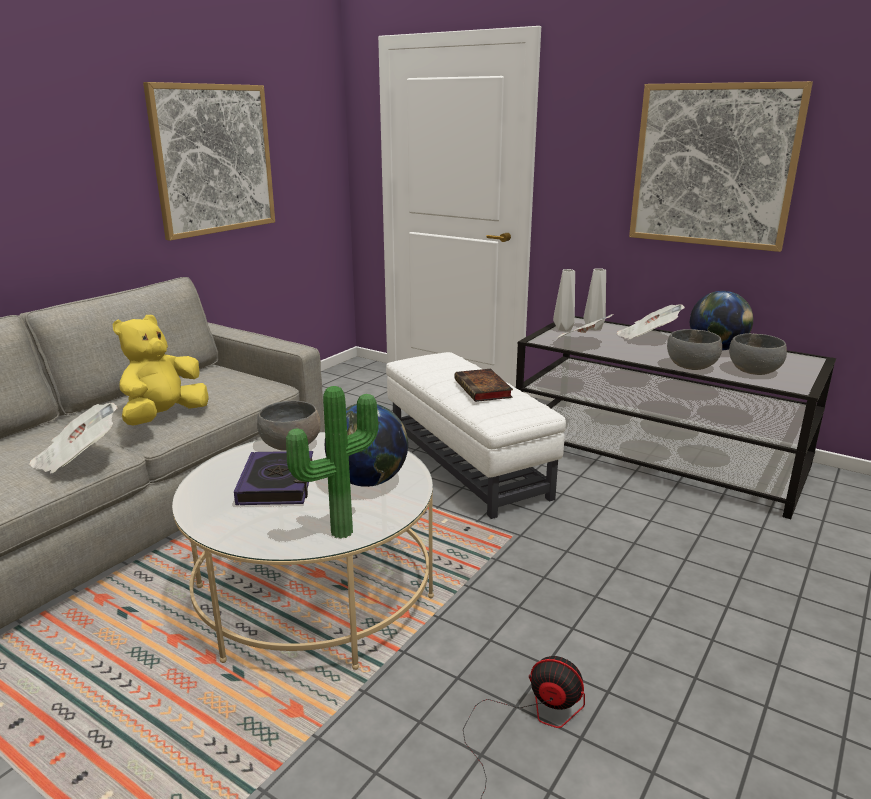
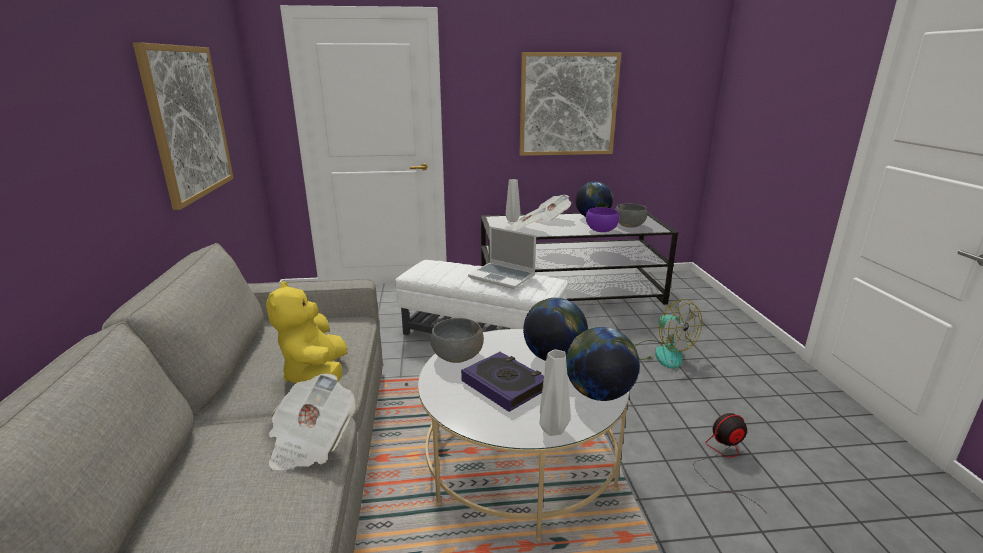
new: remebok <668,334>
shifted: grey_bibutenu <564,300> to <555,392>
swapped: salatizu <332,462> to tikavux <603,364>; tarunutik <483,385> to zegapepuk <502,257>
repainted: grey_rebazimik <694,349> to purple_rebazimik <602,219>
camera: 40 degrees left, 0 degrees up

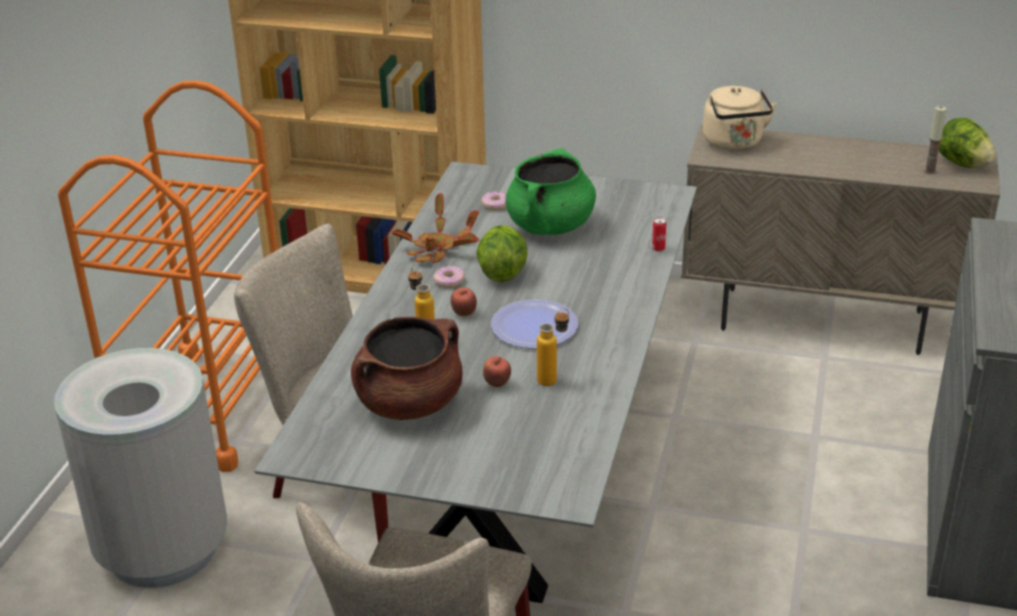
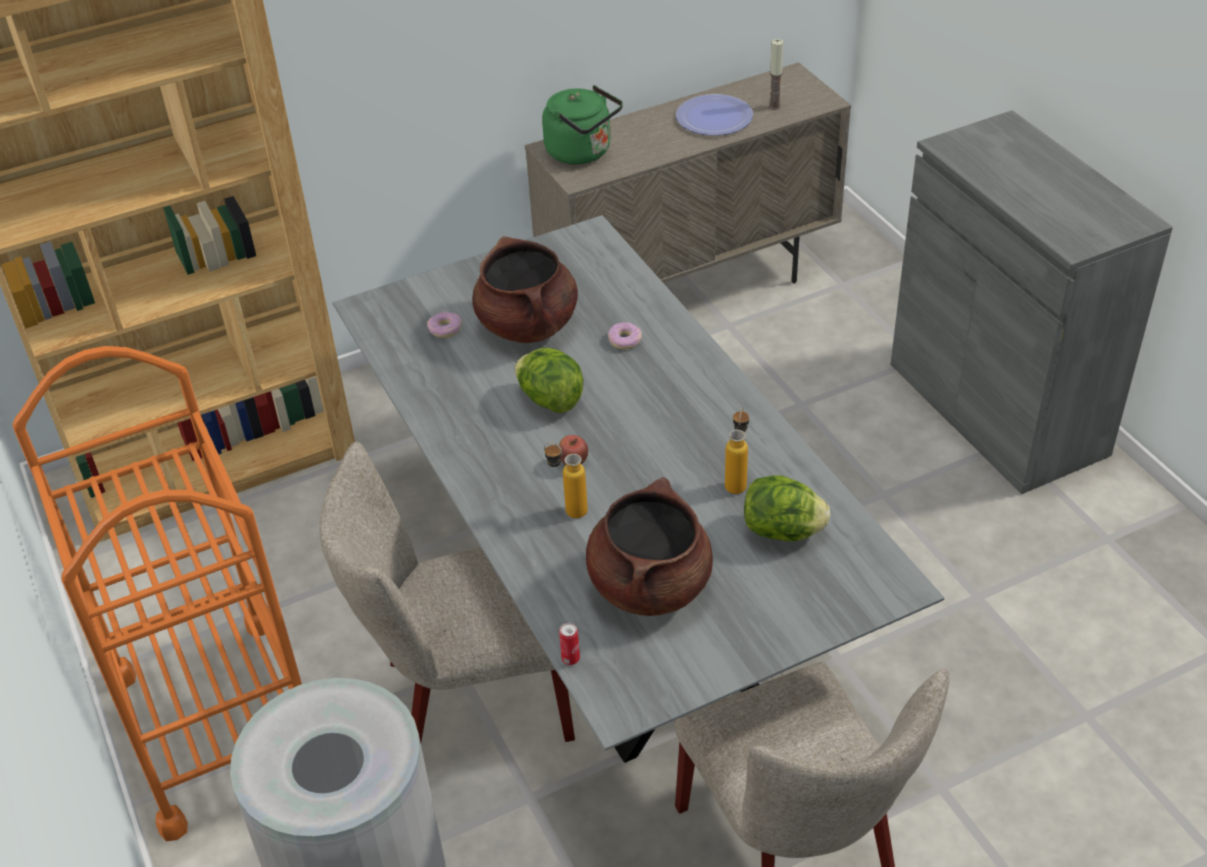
gone: salatizu <435,228>; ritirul <497,372>
shifted: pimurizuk <449,277> to <625,335>; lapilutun <534,323> to <714,114>; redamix <659,234> to <569,644>; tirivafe <967,143> to <787,508>
repainted: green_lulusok <550,191> to brown_lulusok <525,289>; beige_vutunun <740,118> to green_vutunun <582,125>
camera: 40 degrees left, 10 degrees up

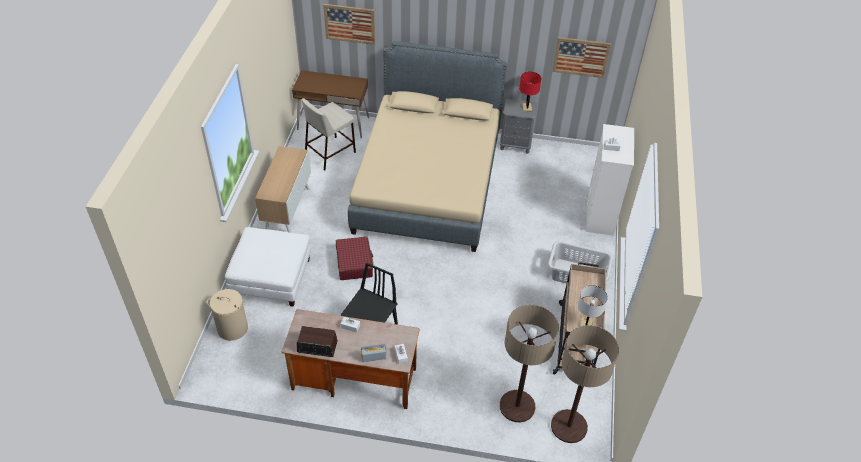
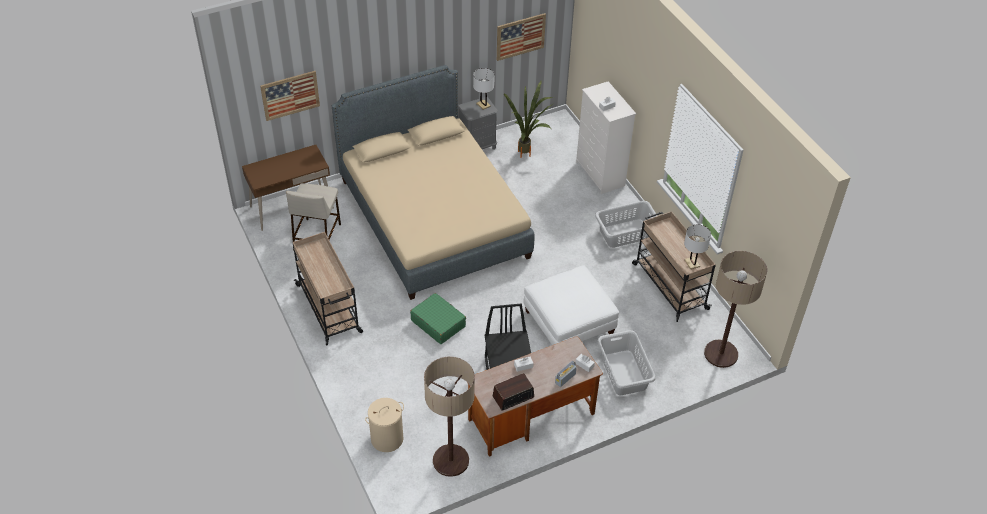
new: salatizu <528,119>; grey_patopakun <627,362>
shifted: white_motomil <268,267> to <571,305>; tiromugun <529,364> to <449,417>
swapped: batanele <283,189> to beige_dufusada <327,288>
repainted: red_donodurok <354,258> to green_donodurok <438,318>; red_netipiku <530,91> to white_netipiku <484,89>
camera: 35 degrees left, 0 degrees up

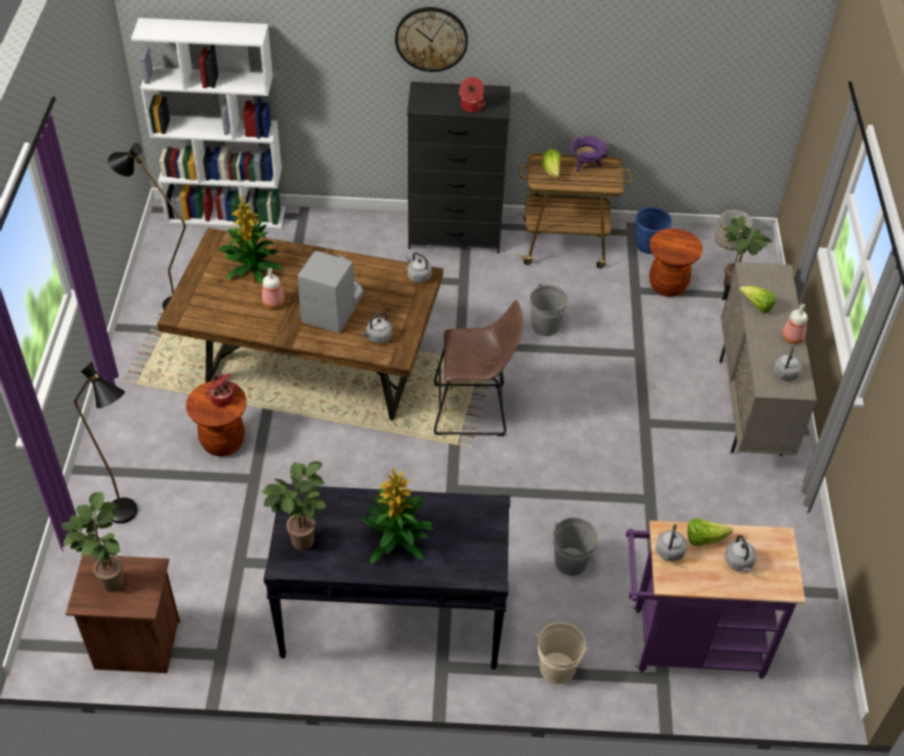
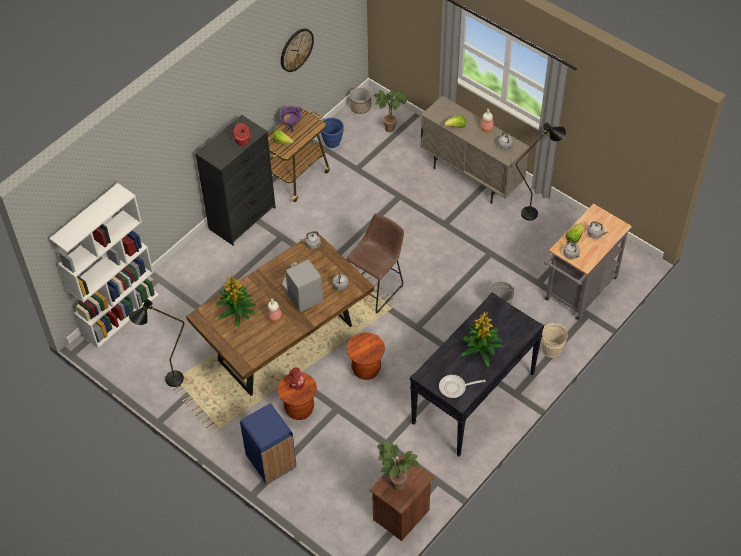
gone: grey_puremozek <549,309>
new: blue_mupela <268,444>
shifted: black_tiromugun <106,442> to <541,172>; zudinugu <431,39> to <297,50>; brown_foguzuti <676,262> to <366,356>
swapped: salatizu <294,505> to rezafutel <462,386>
repainted: purple_dufusada <716,600> to grey_dufusada <588,262>
camera: 50 degrees left, 5 degrees up

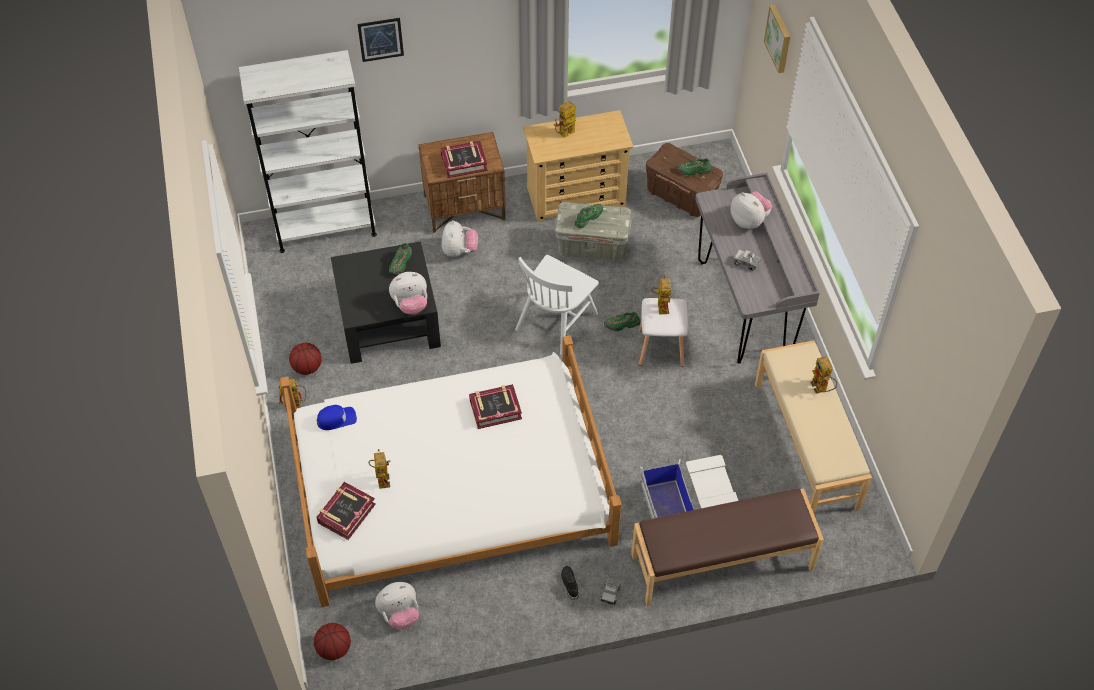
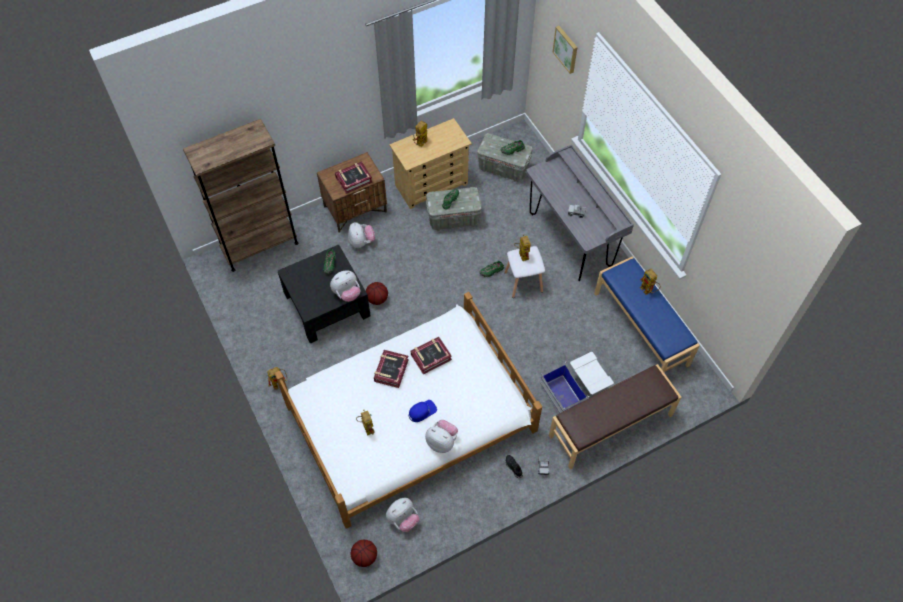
gone: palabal <380,40>; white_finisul <557,305>
shifted: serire <305,359> to <377,293>; tarunutik <346,511> to <391,369>; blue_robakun <337,417> to <423,411>; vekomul <751,210> to <441,436>
repainted: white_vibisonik <307,151> to brown_vibisonik <240,195>; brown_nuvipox <684,180> to grey_nuvipox <505,157>; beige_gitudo <813,427> to blue_gitudo <647,315>
camera: 15 degrees left, 5 degrees up

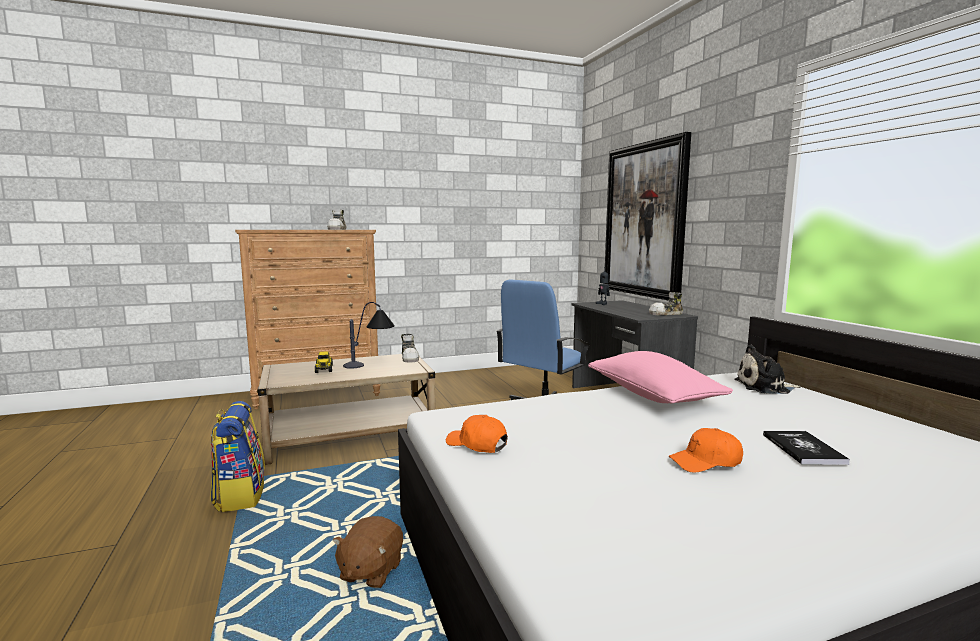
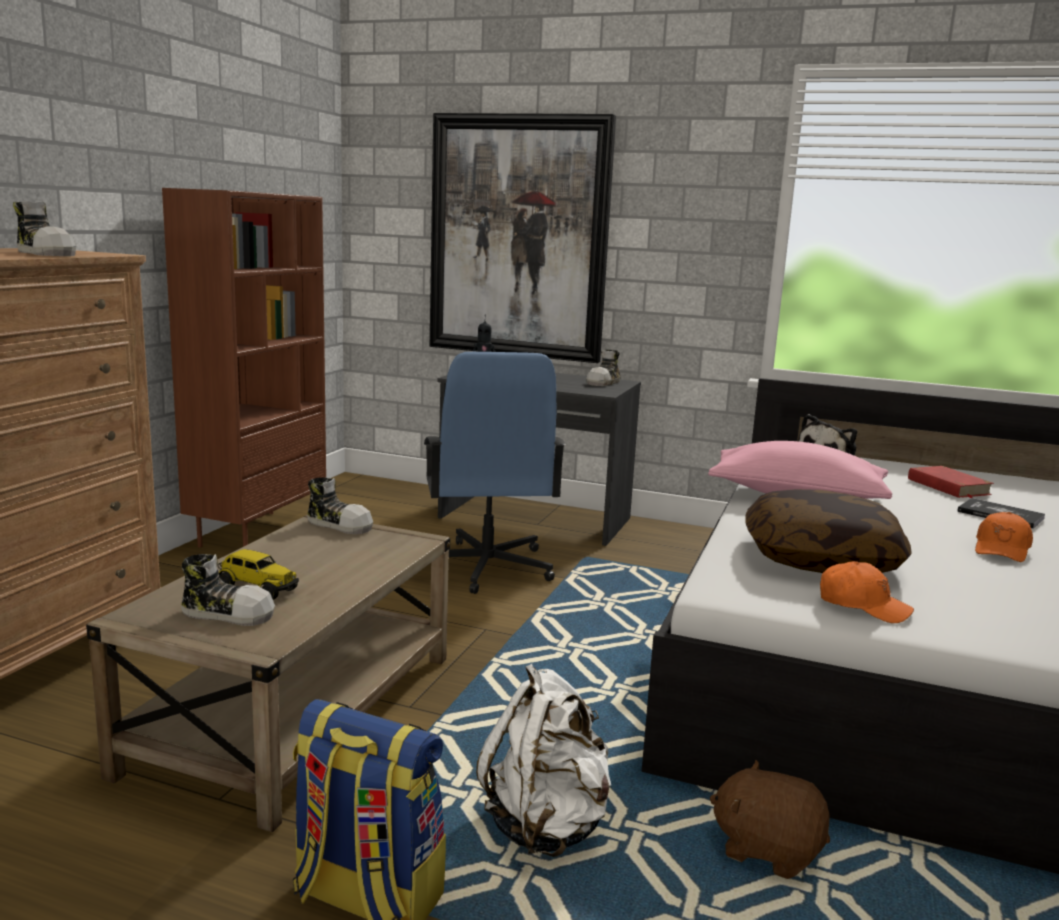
gone: netipiku <369,335>
new: brown_vibisonik <244,367>; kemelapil <228,590>; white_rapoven <543,760>; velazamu <828,531>; red_tarunutik <951,482>
rotated: brown_vekomul <368,552> = <770,819> 150 degrees clockwise; orange_robakun <477,434> = <867,592> 135 degrees counterclockwise
camera: 50 degrees left, 5 degrees up

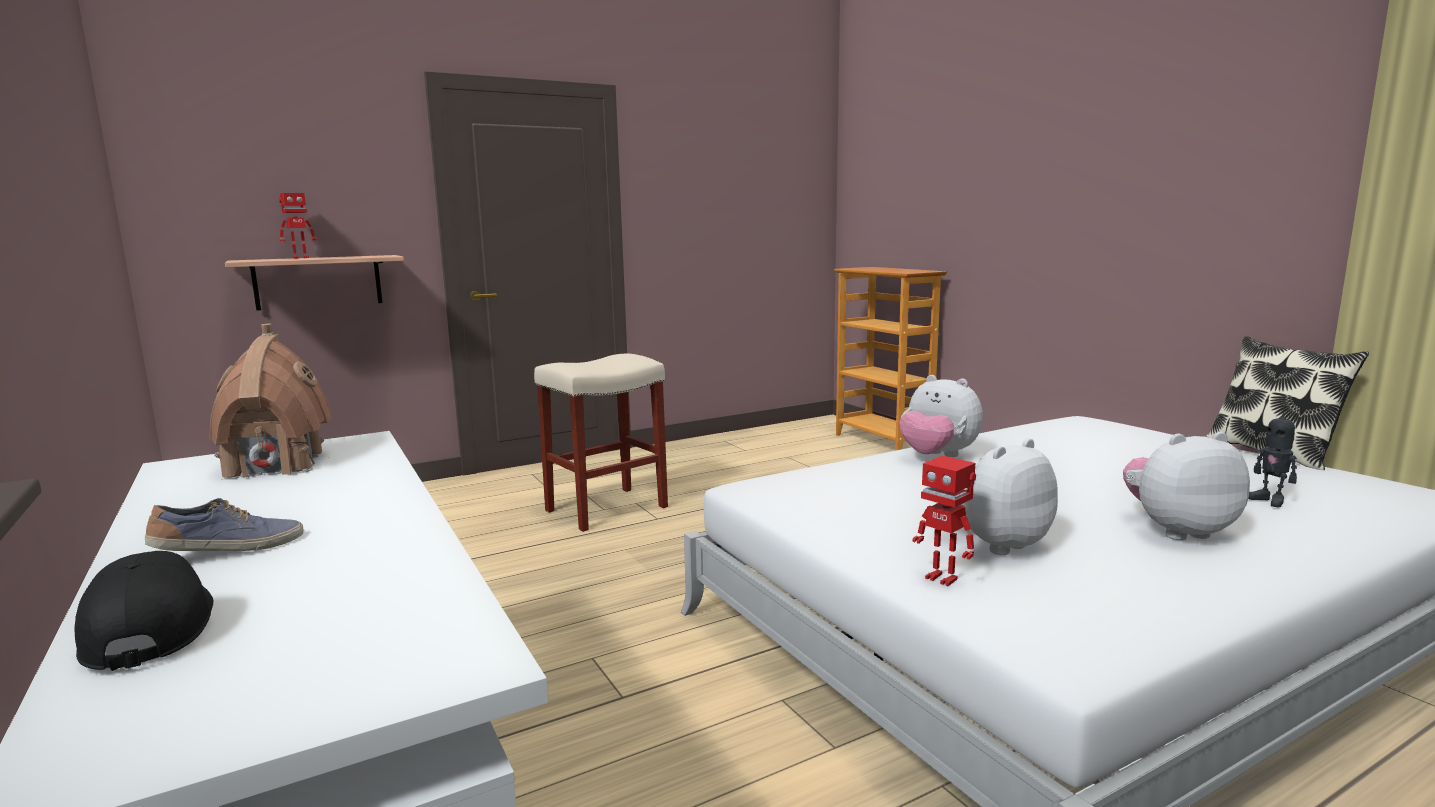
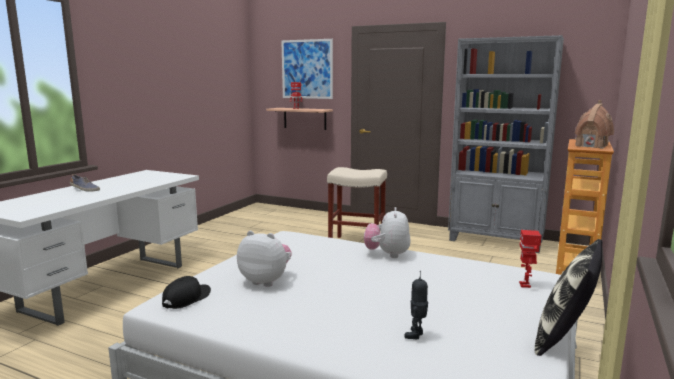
gone: vekomul <1186,486>
new: palabal <307,69>; grey_vibisonik <506,144>
shifted: black_robakun <143,611> to <186,292>; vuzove <270,401> to <594,124>; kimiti <944,521> to <530,259>
camera: 55 degrees right, 0 degrees up

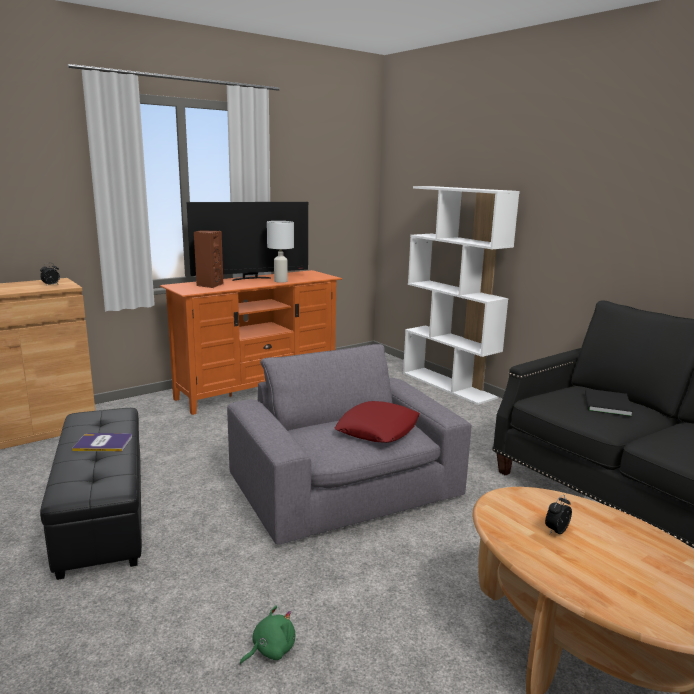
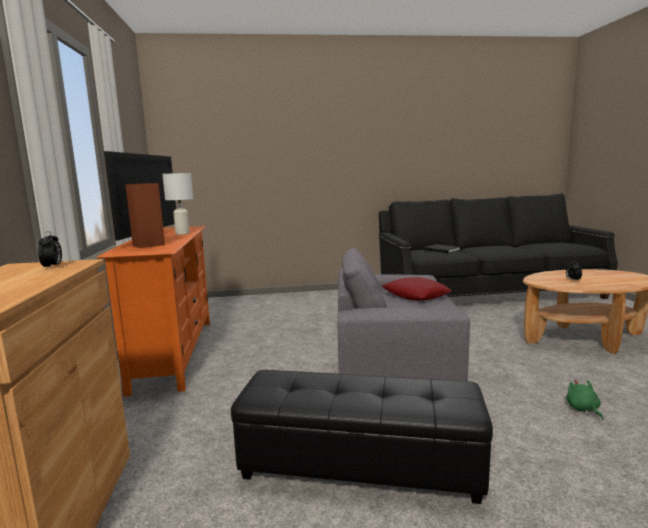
gone: tarunutik <102,442>; white_vibisonik <461,295>
camera: 60 degrees left, 5 degrees down

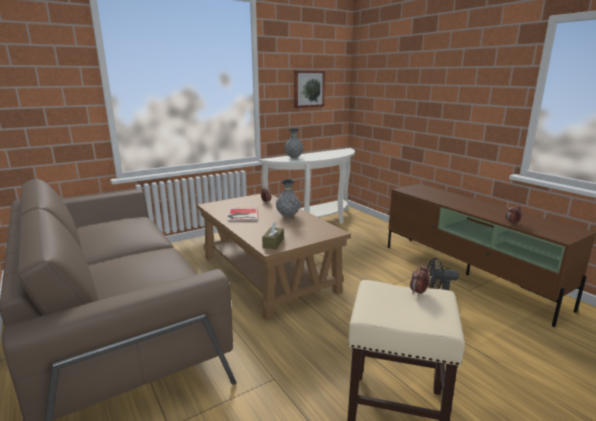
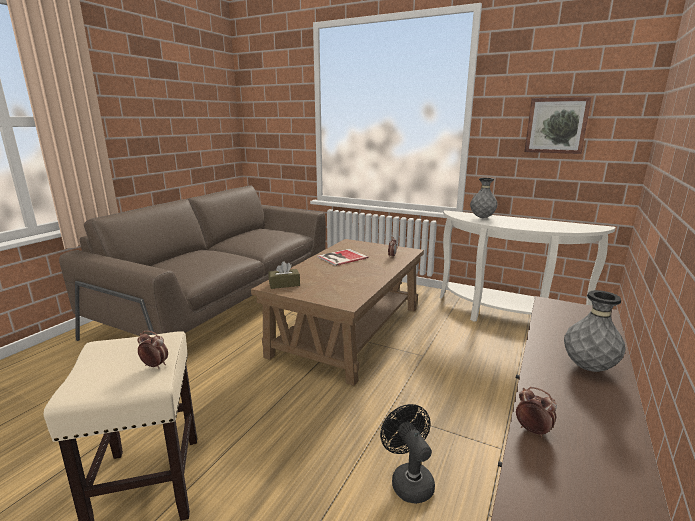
shifted: grey_bibutenu <288,198> to <595,331>
camera: 60 degrees right, 0 degrees up

